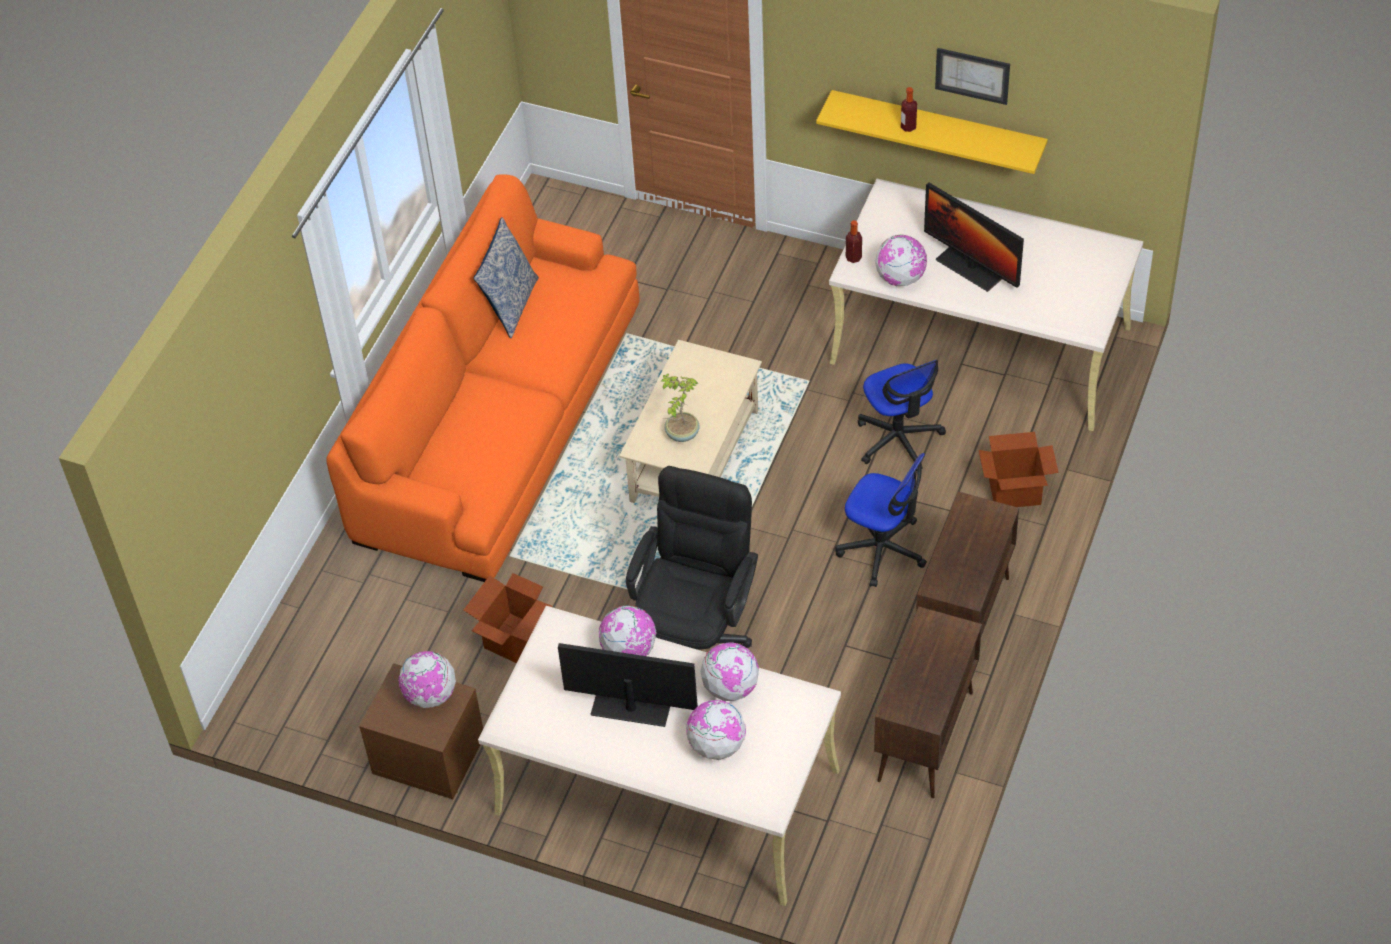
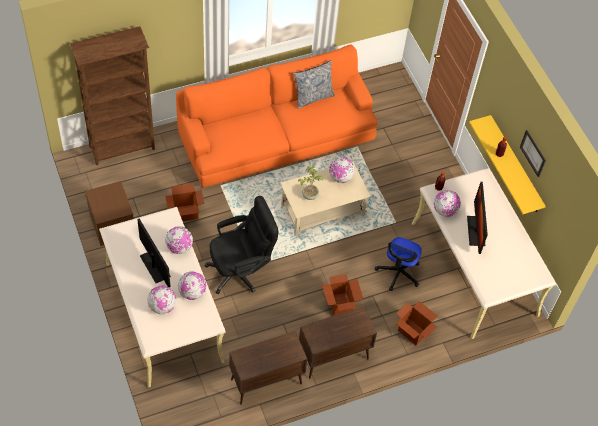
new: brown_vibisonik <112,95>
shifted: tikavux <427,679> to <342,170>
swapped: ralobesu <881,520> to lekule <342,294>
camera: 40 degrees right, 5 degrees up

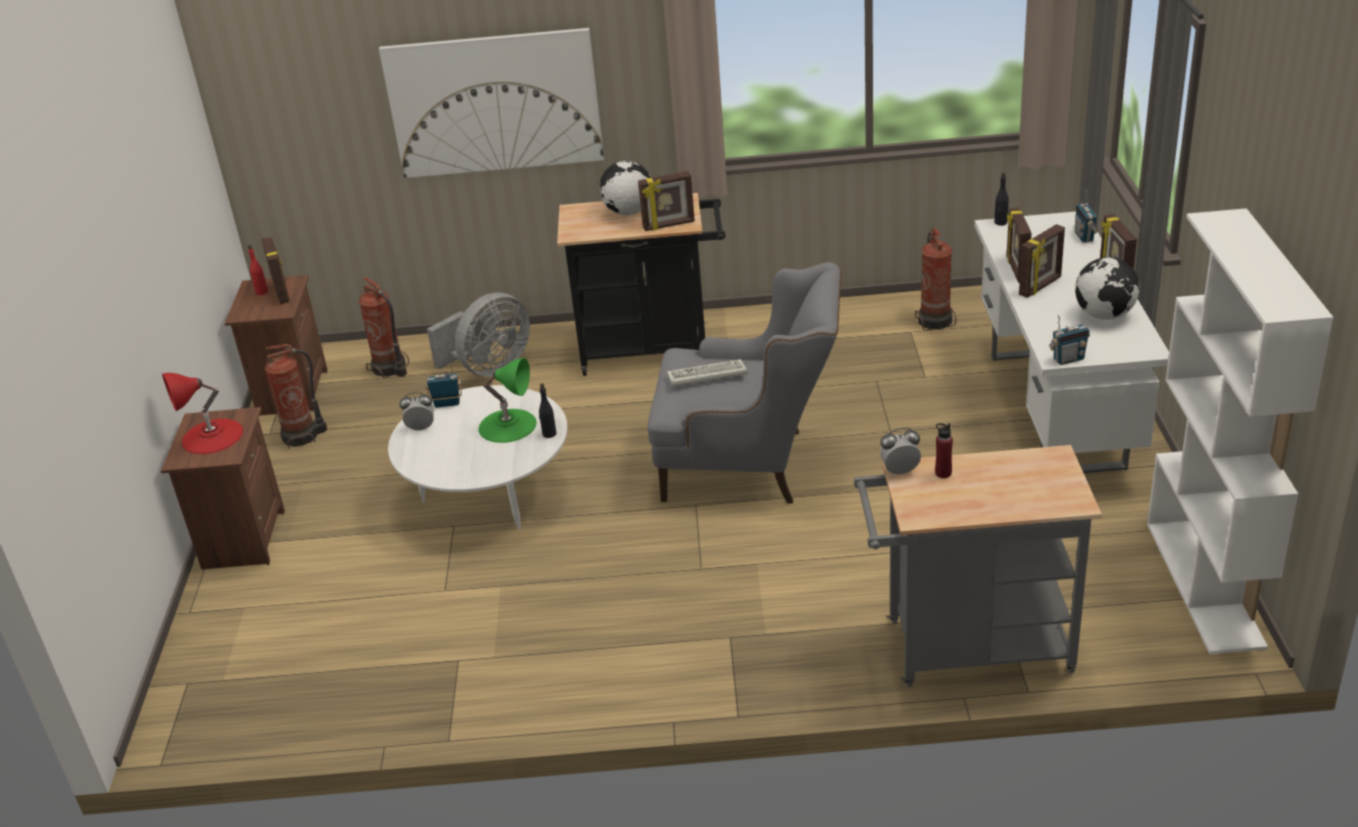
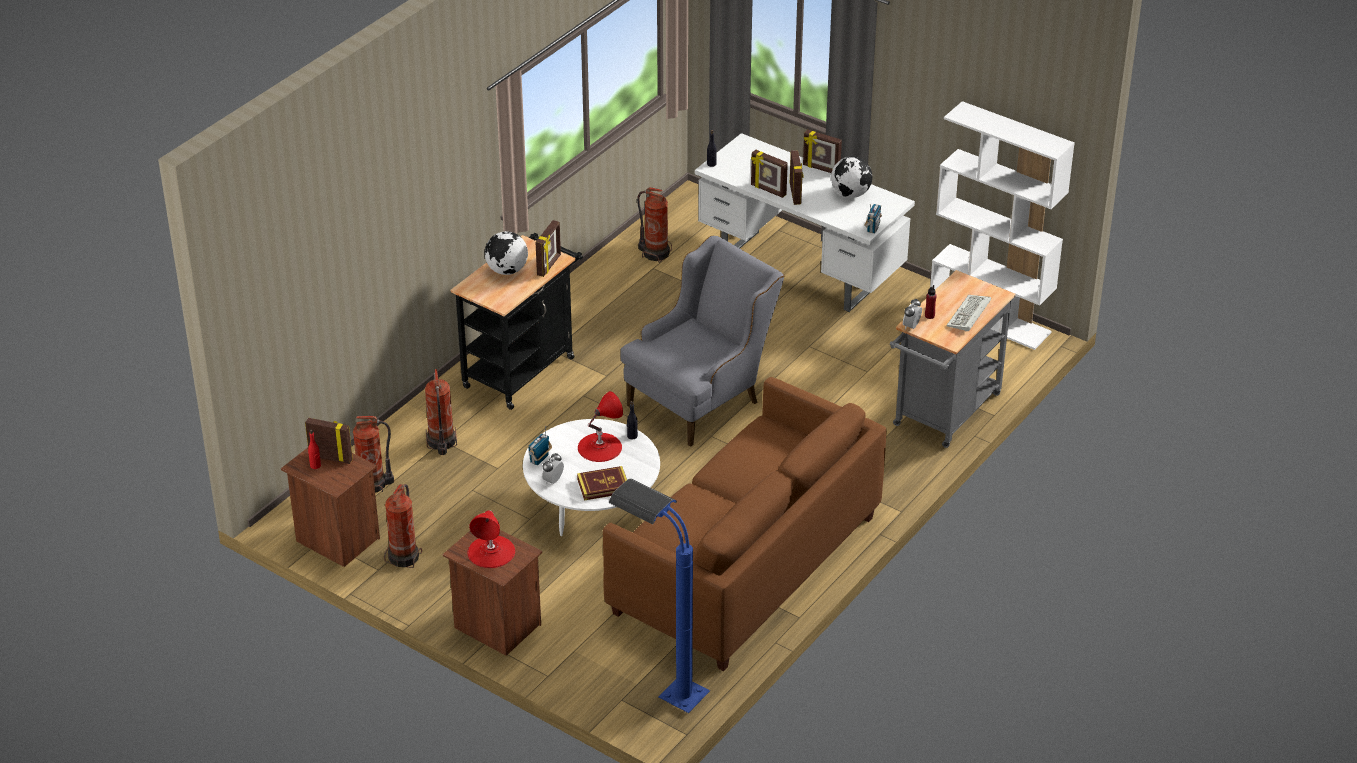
gone: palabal <491,103>; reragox <1087,215>
new: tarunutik <602,483>; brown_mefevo <744,524>; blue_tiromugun <659,595>
shifted: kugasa <707,373> to <968,313>
swapped: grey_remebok <478,335> to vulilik <440,412>
repainted: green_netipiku <507,400> to red_netipiku <600,426>
camera: 55 degrees left, 5 degrees up

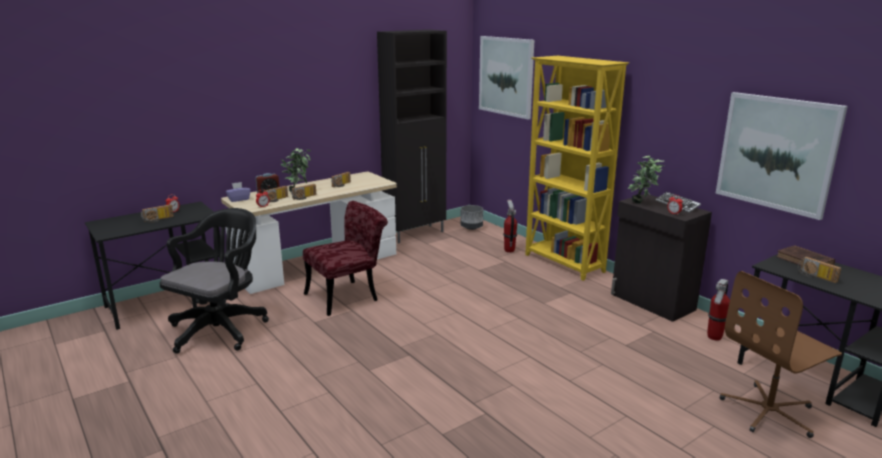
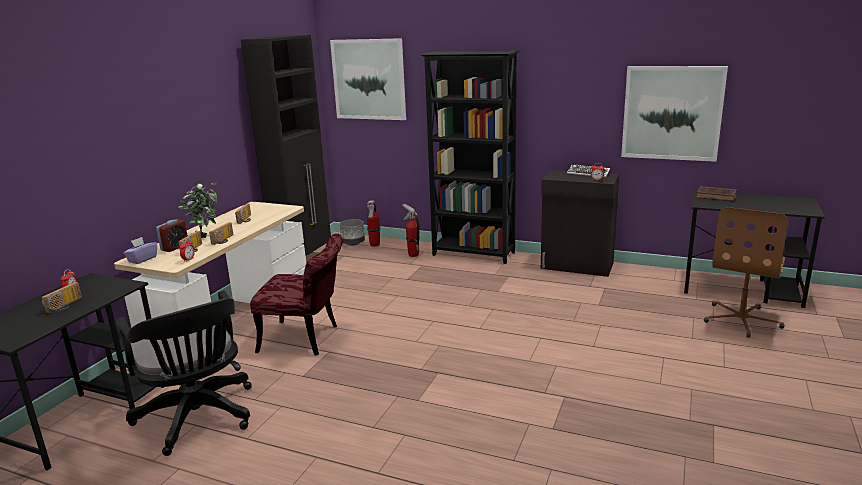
gone: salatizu <645,180>; reragox <819,270>
shifted: vulilik <718,310> to <374,223>
repainted: yellow_vibisonik <577,168> to black_vibisonik <470,157>
rotated: black_ralobesu <214,281> = <184,373> 150 degrees clockwise; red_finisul <345,258> = <296,294> 75 degrees clockwise
camera: 30 degrees left, 0 degrees up

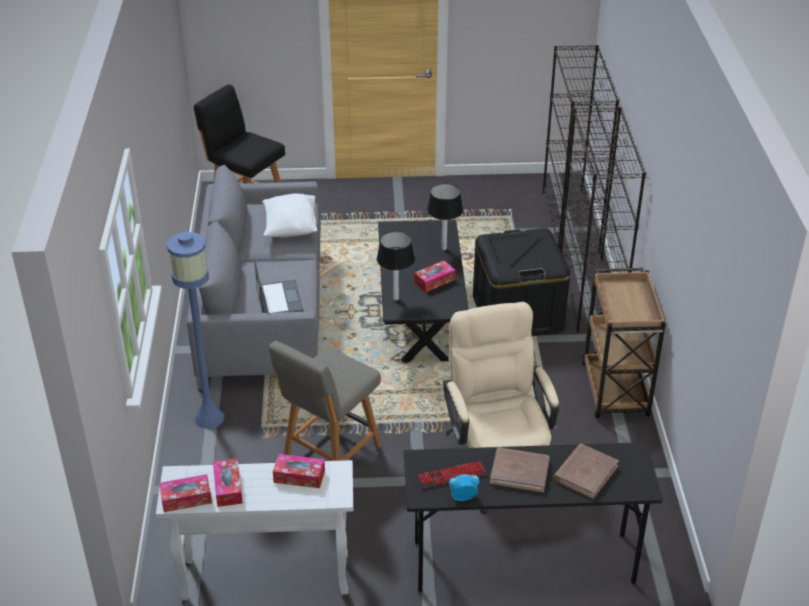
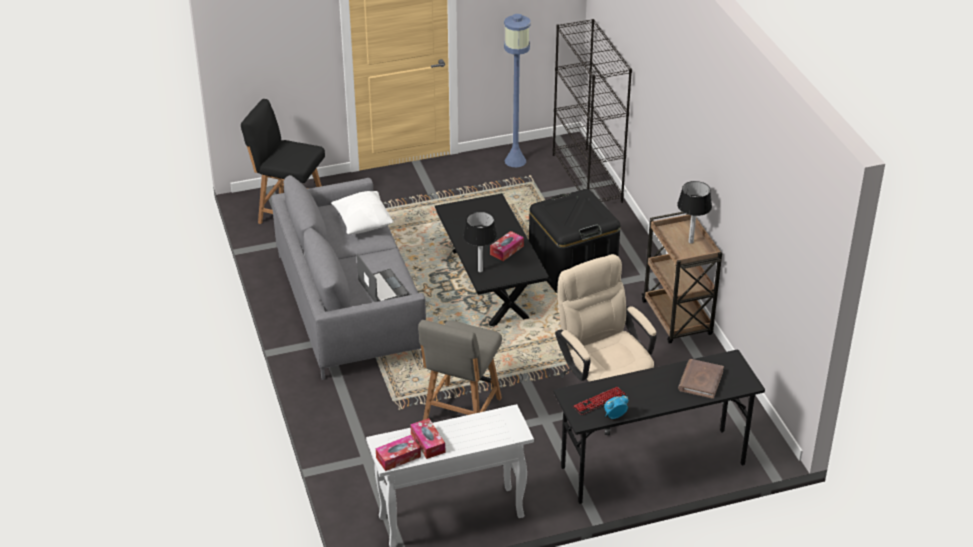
gone: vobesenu <299,471>; brown_tarunutik <520,470>; black_vibisonik <603,220>
shifted: blue_tiromugun <195,330> to <517,90>; netipiku <445,216> to <694,212>
camera: 15 degrees left, 0 degrees up

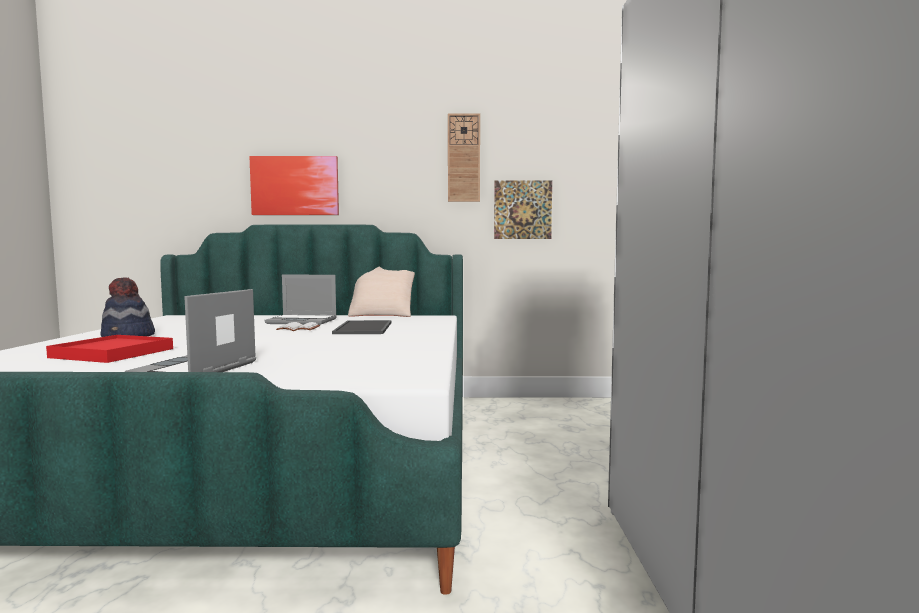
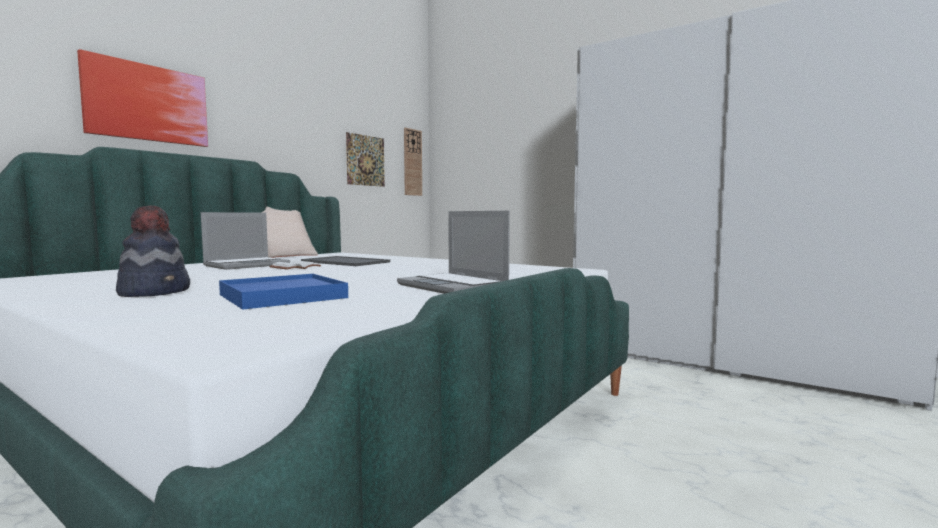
shifted: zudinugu <464,157> to <413,162>
repainted: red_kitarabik <109,349> to blue_kitarabik <283,291>
camera: 55 degrees left, 0 degrees up

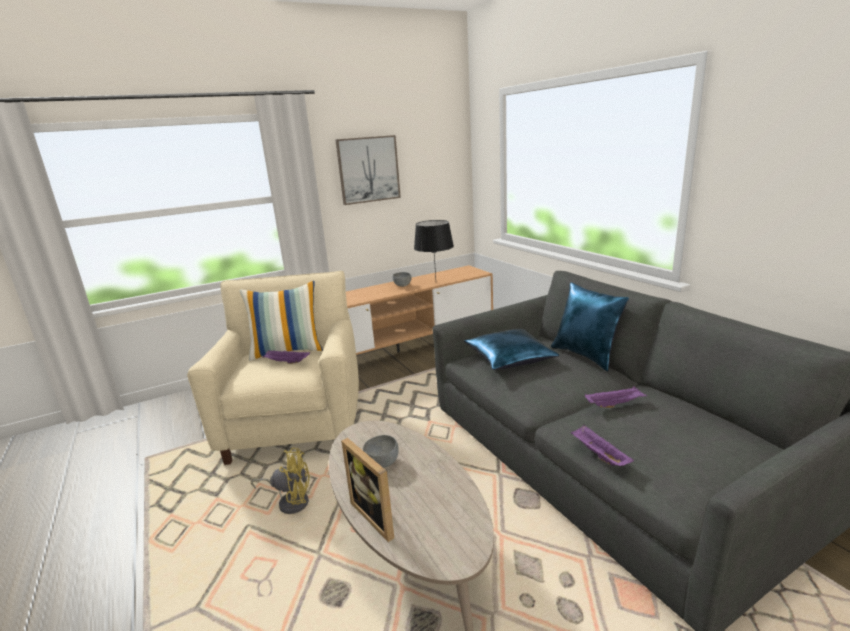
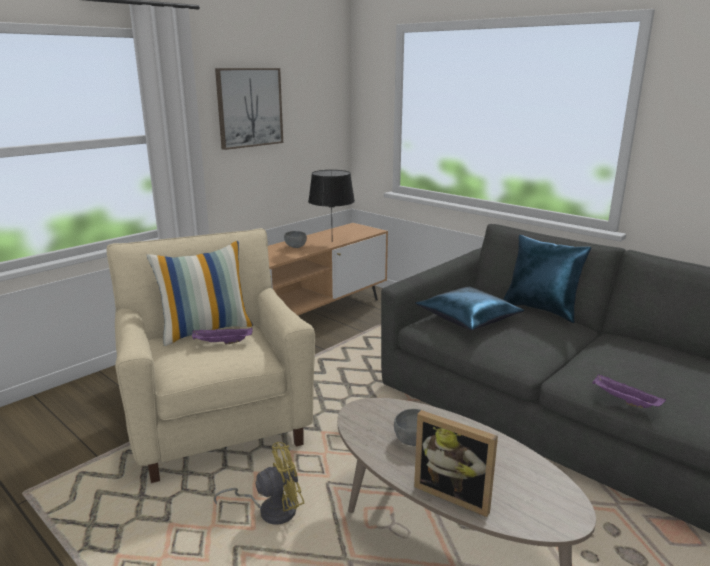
gone: purple_kitarabik <616,397>
camera: 20 degrees left, 0 degrees up

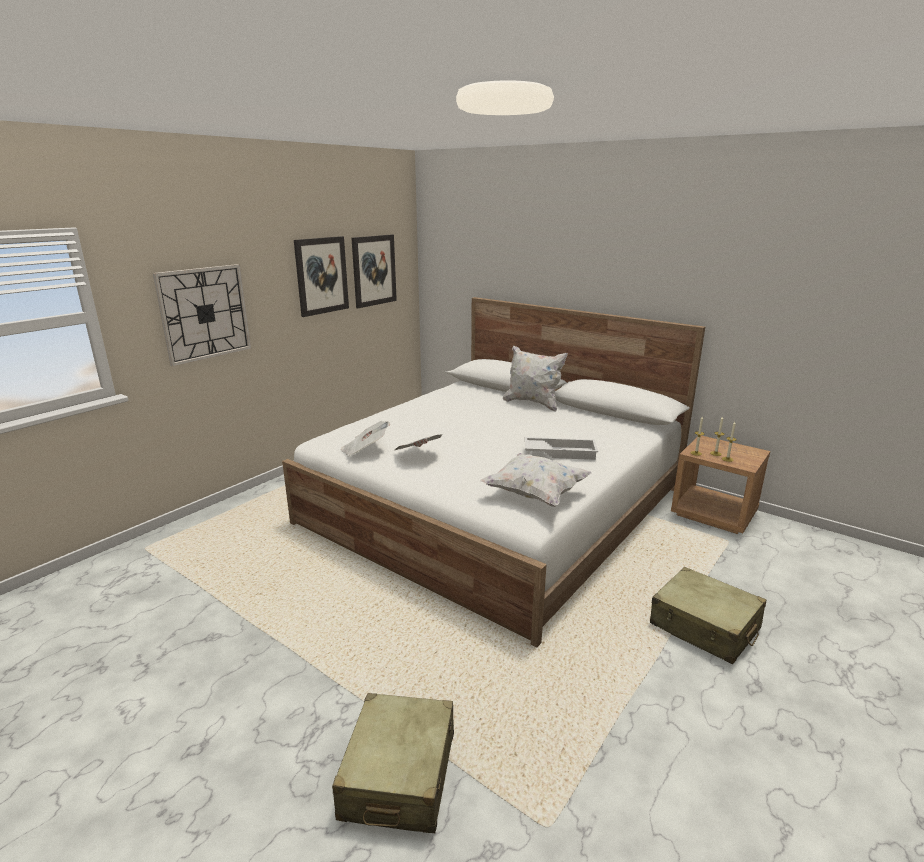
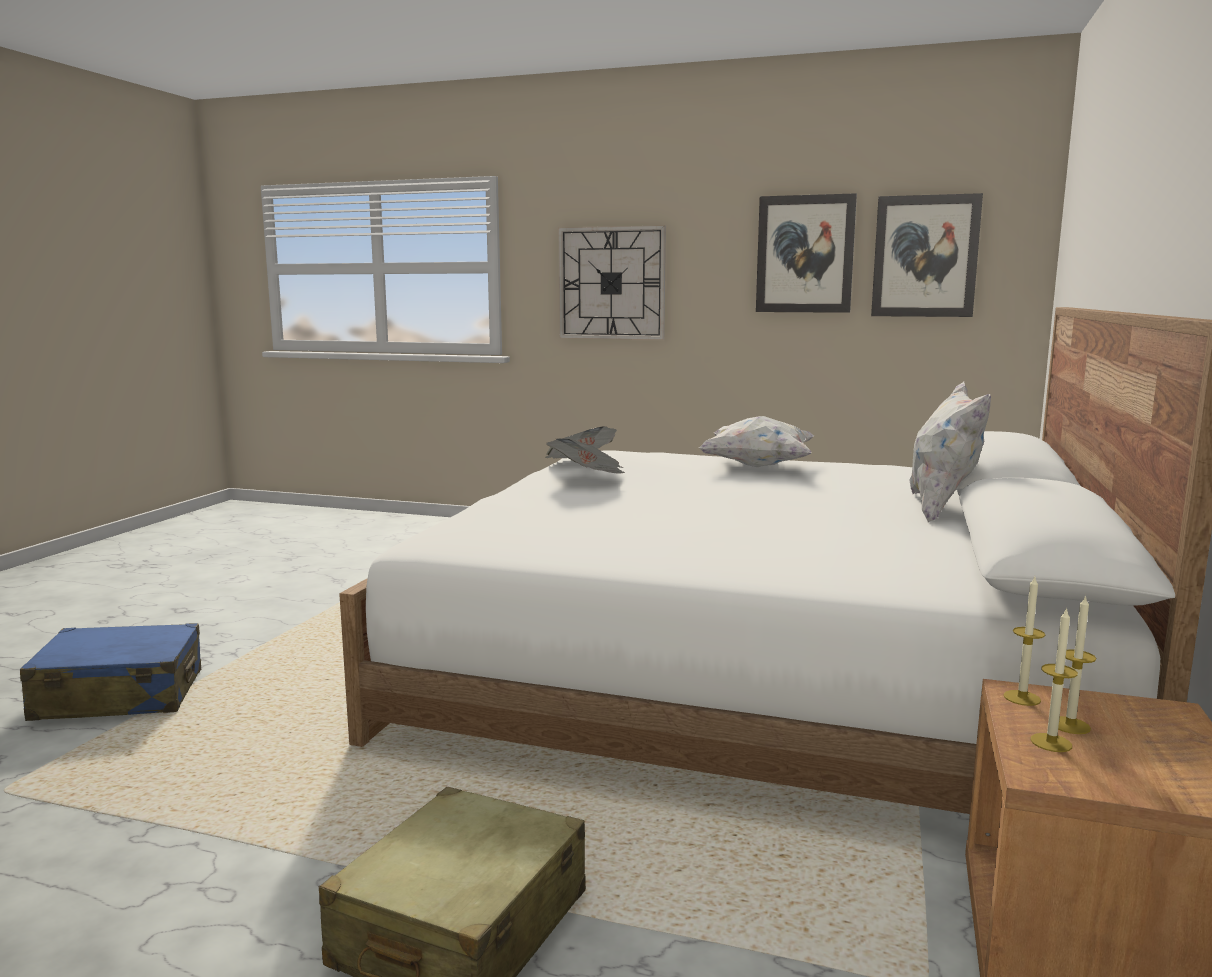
gone: white_kitarabik <561,448>
shifted: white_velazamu <536,480> to <757,441>
repainted: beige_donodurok <393,763> to blue_donodurok <110,672>
camera: 70 degrees right, 10 degrees down

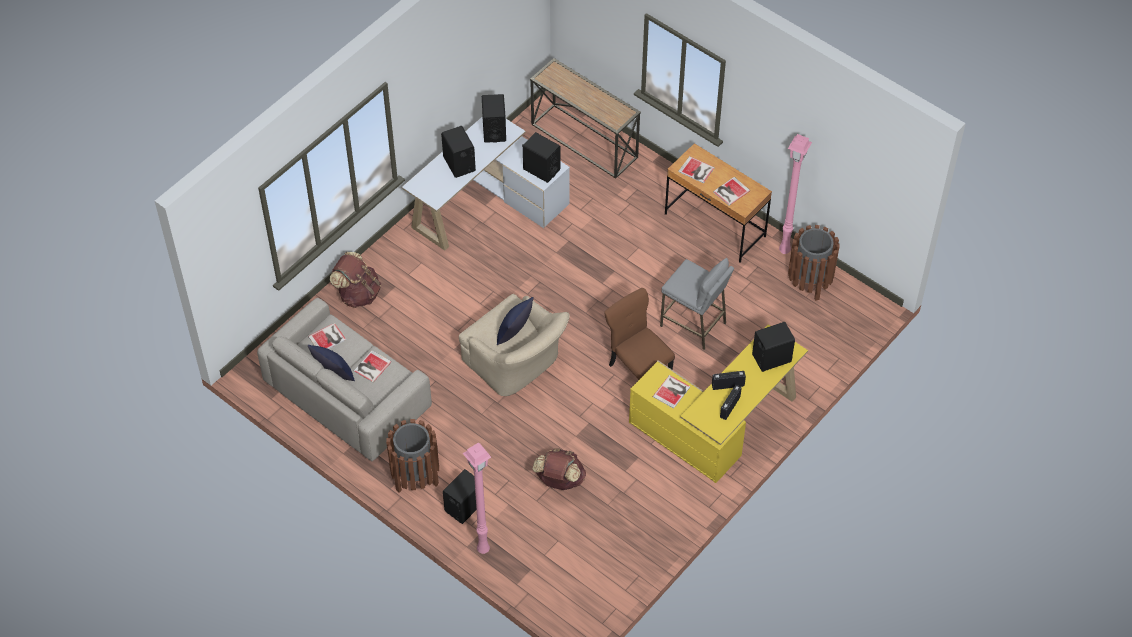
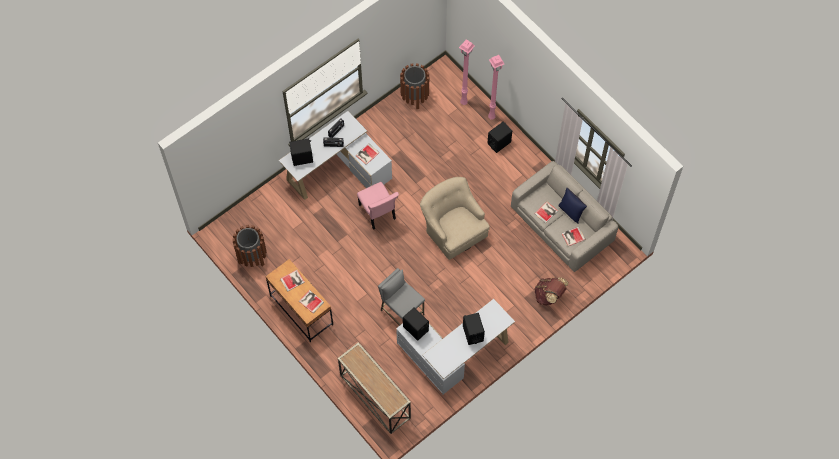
gone: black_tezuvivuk <494,118>; blue_velazamu <515,321>; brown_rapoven <559,469>
shifted: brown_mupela <412,456> to <414,86>; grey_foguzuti <697,304> to <401,296>; pink_tiromugun <795,194> to <467,72>
repainted: brown_finisul <639,333> to pink_finisul <378,206>; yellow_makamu <718,403> to white_makamu <335,155>
camera: 170 degrees left, 10 degrees up

